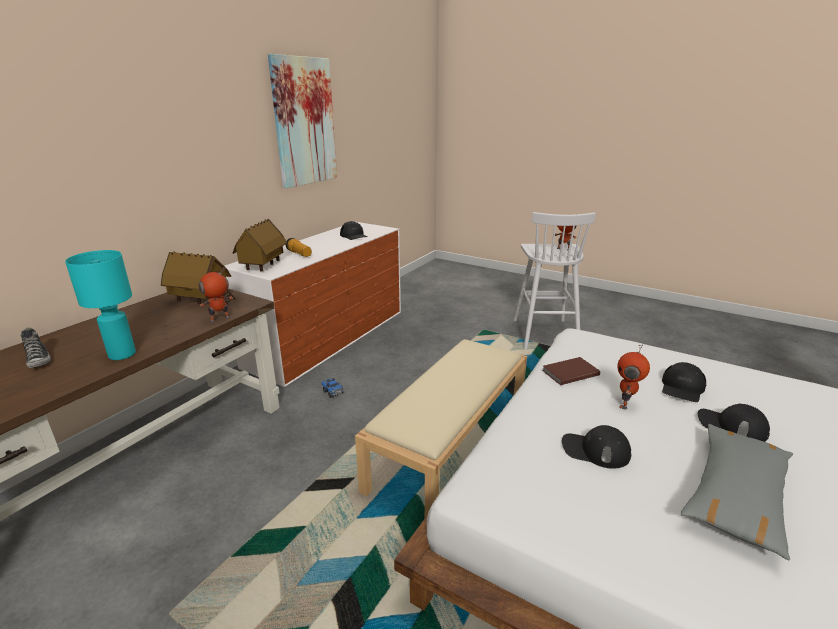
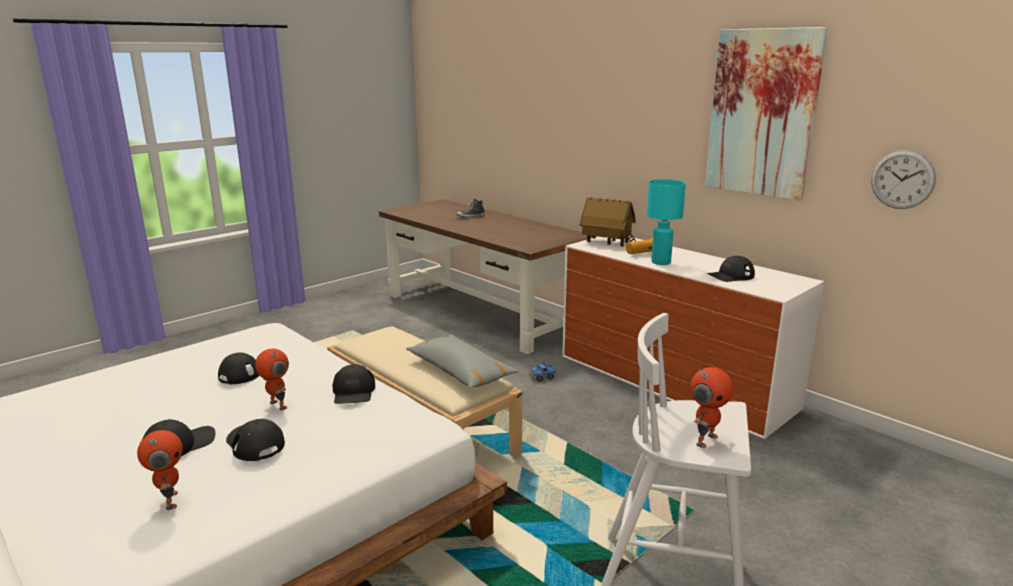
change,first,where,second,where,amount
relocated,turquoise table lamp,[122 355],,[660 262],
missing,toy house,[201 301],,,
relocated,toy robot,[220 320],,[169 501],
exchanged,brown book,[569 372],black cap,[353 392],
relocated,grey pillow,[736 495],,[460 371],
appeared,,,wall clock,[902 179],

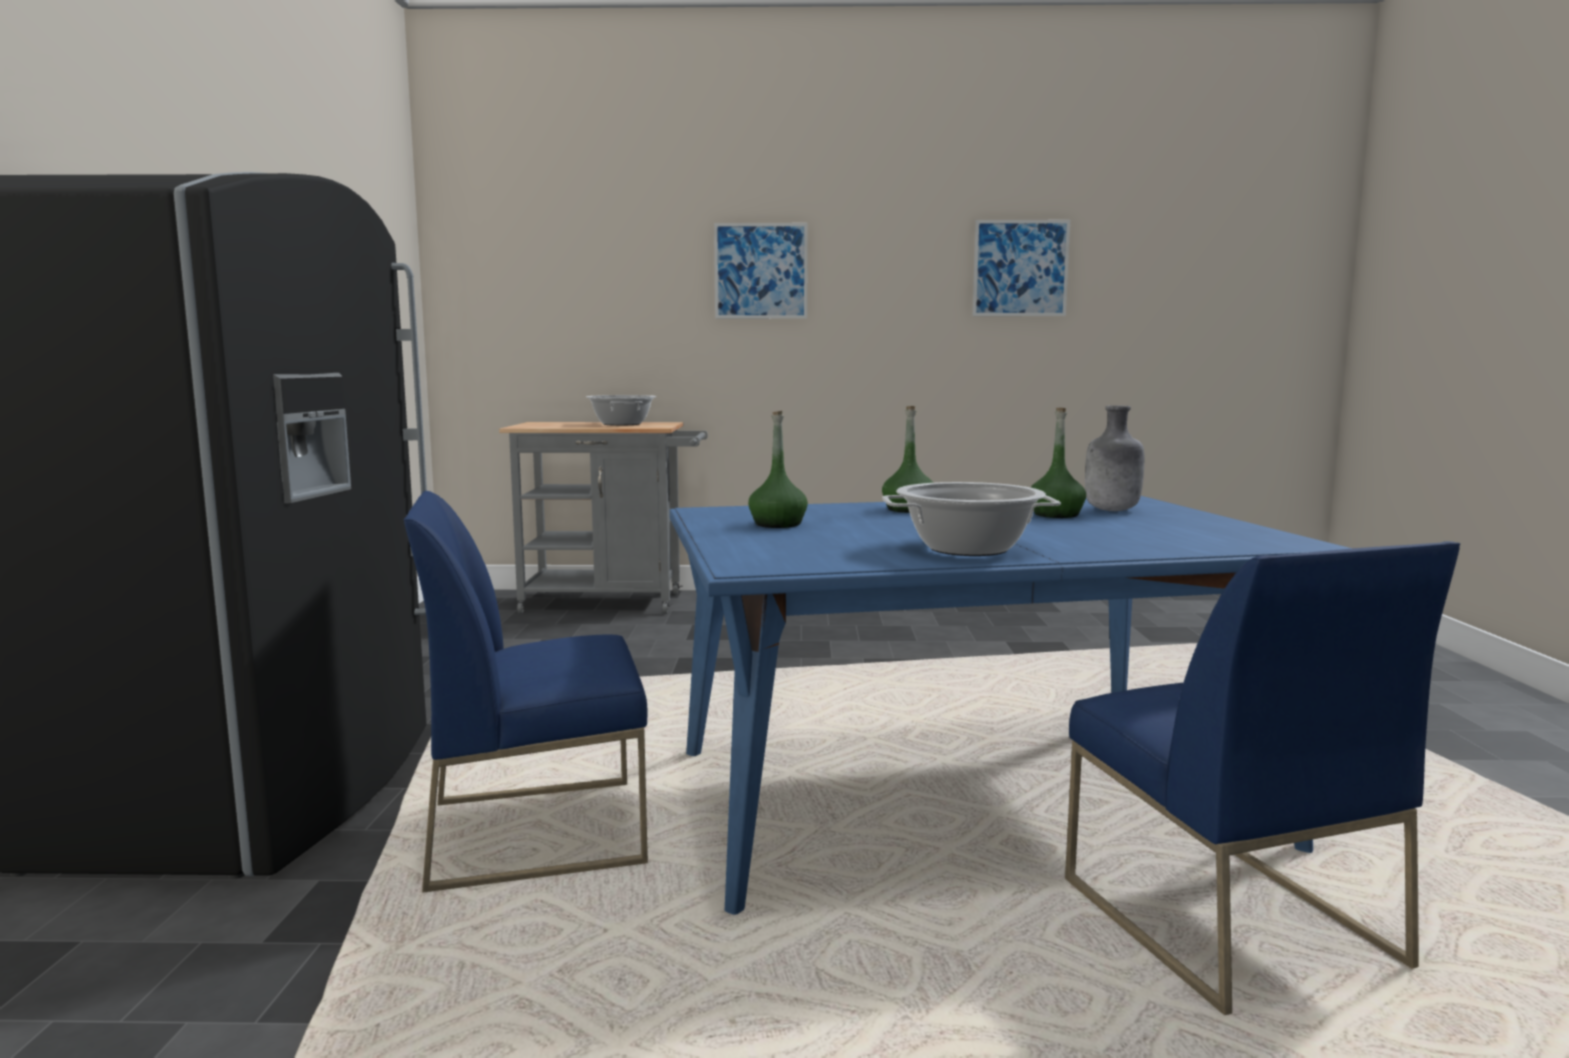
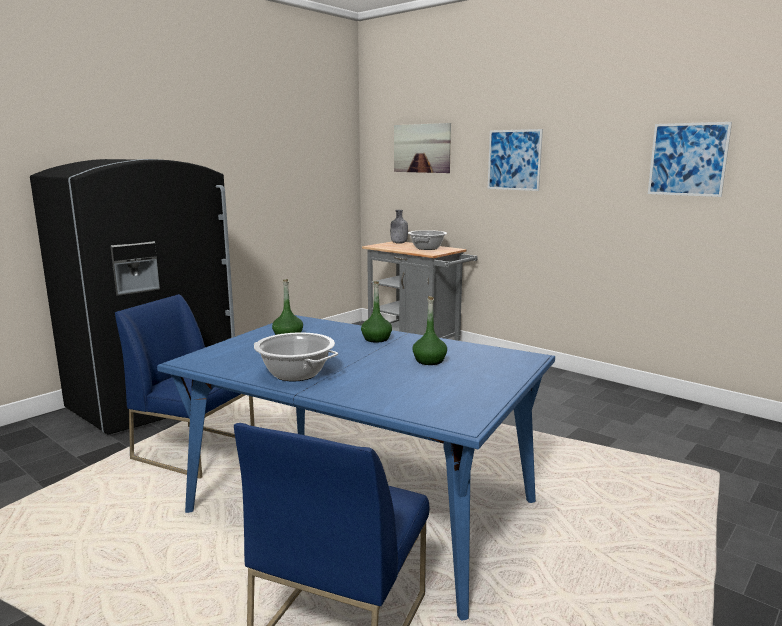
change,first,where,second,where,amount
relocated,grey bottle,[1112 510],,[398 243],
appeared,,,picture,[421 148],

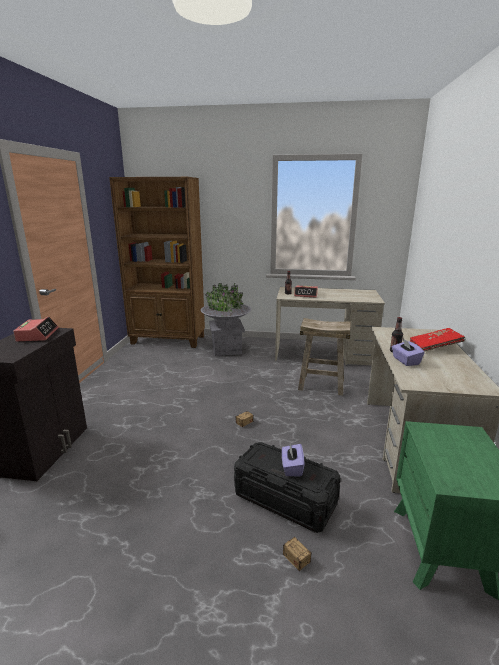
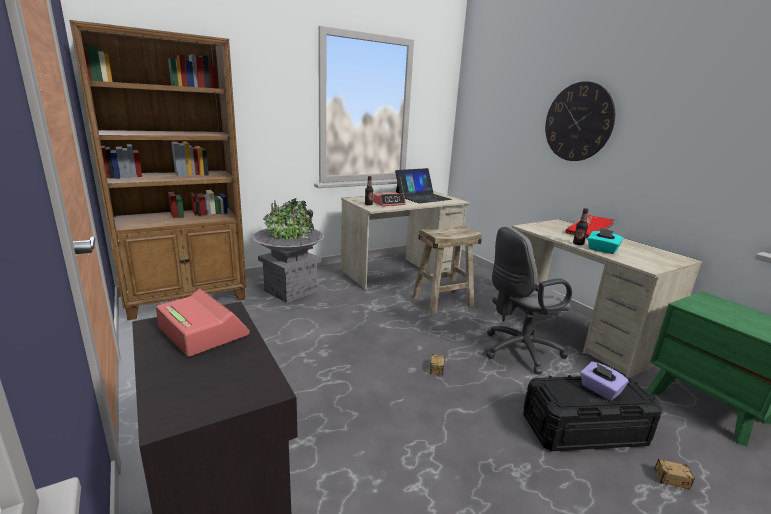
change,first,where,second,where,amount
colour,purple tissue box,[405 361],turquoise tissue box,[602 250],
appeared,,,laptop,[422 197],
appeared,,,grey office chair,[517 351],
appeared,,,wall clock,[578 122],

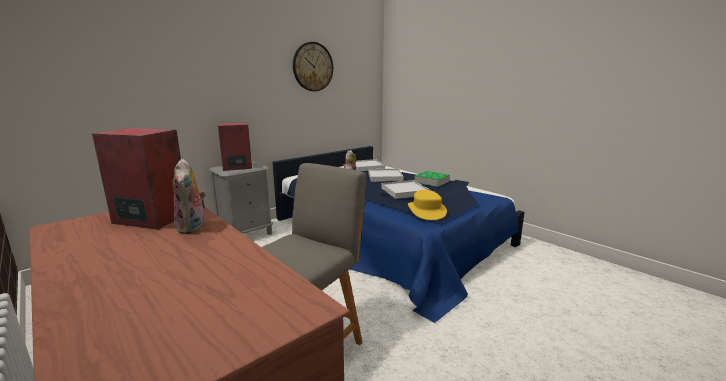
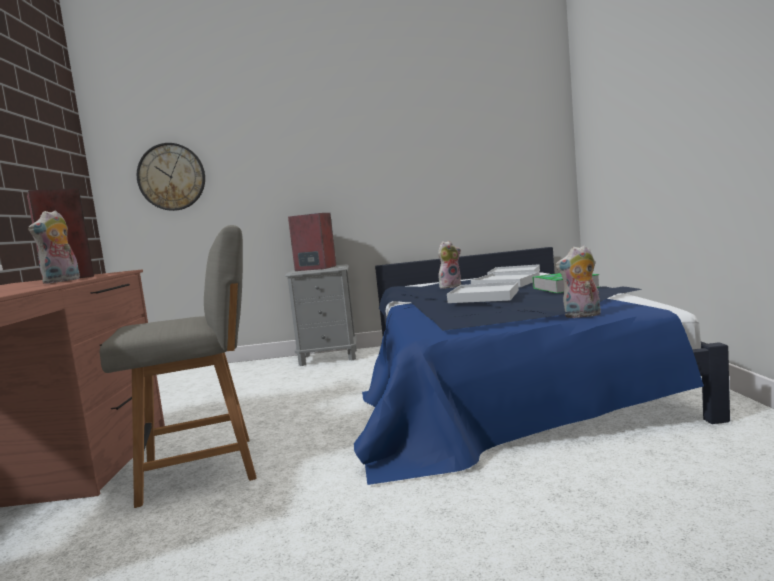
change,first,where,second,where,amount
relocated,wall clock,[313 67],,[171 177],
missing,yellow hat,[426 211],,,
appeared,,,plush toy,[582 316],

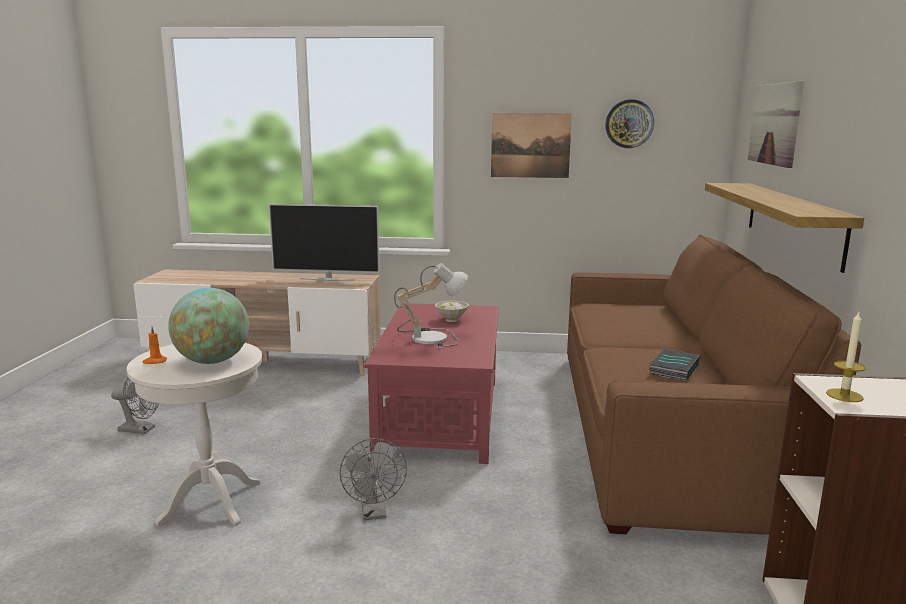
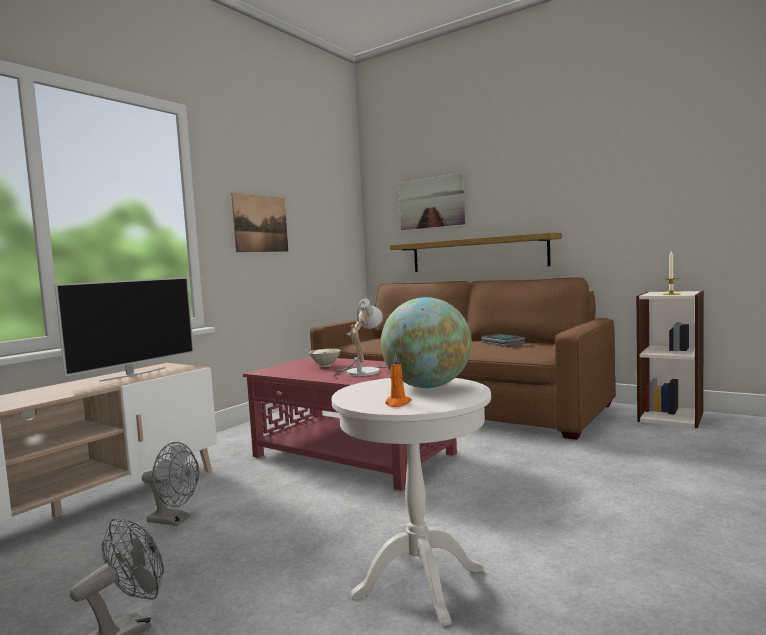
change,first,where,second,where,amount
relocated,grey fan,[374 513],,[174 520],
missing,wall clock,[629 123],,,

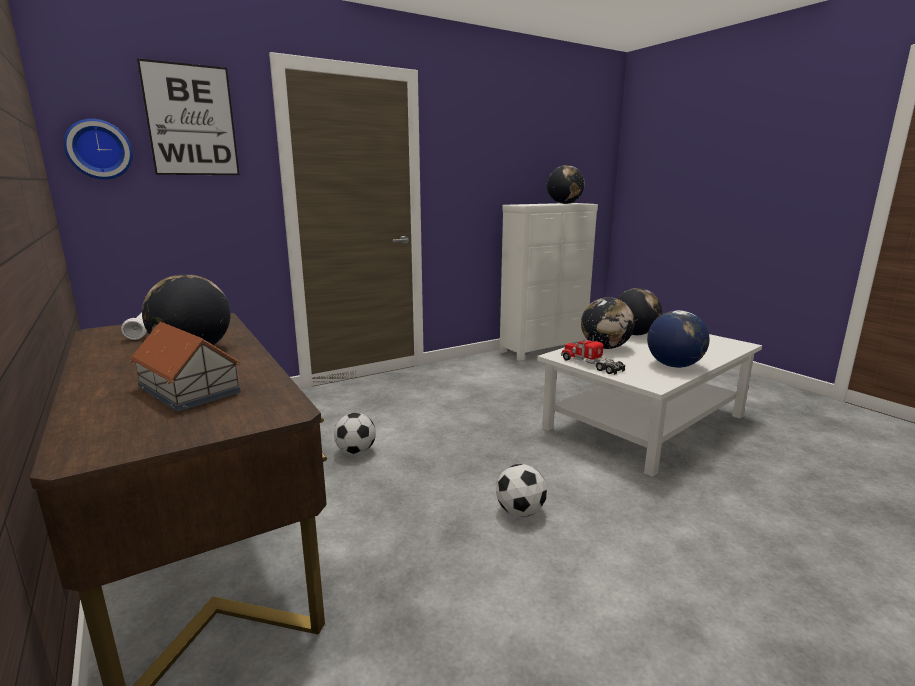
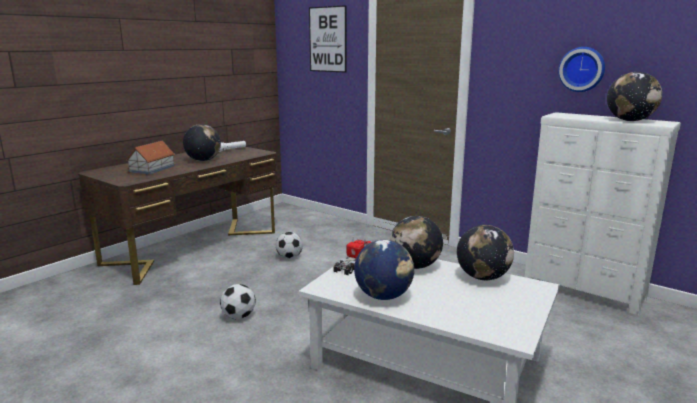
change,first,where,second,where,amount
relocated,wall clock,[99 149],,[582 69],

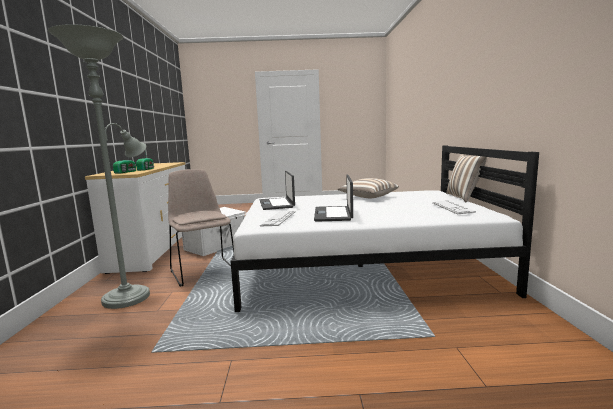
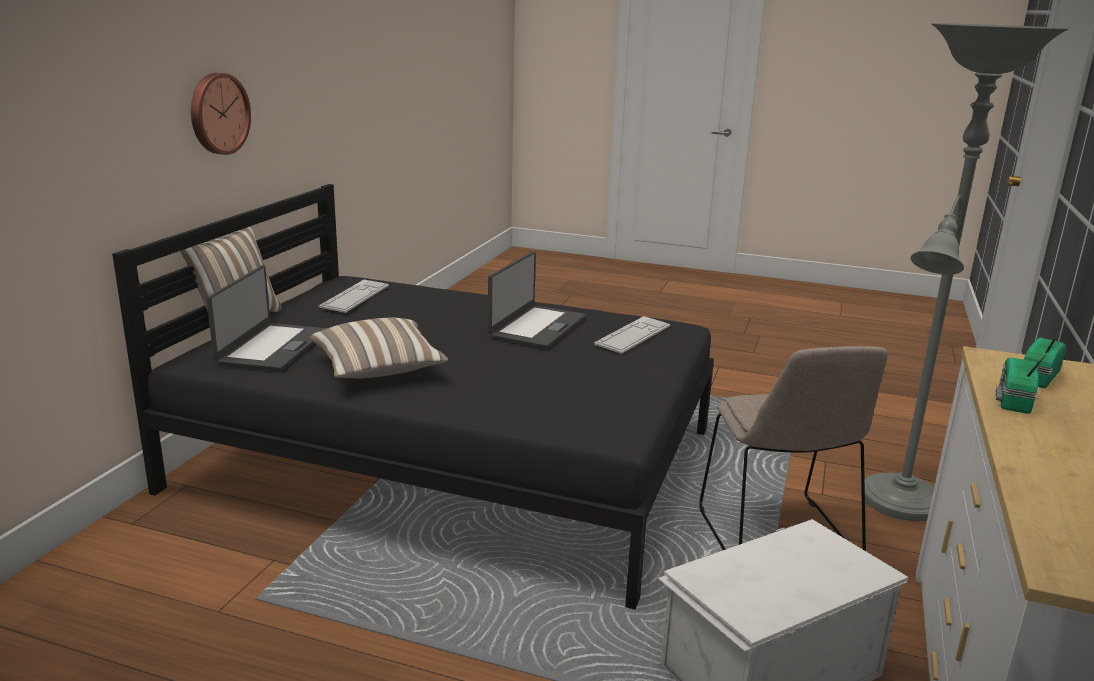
change,first,where,second,where,amount
colour,white bed,[362 267],black bed,[452 459],
relocated,laptop,[277 204],,[271 347],
appeared,,,wall clock,[217 113],

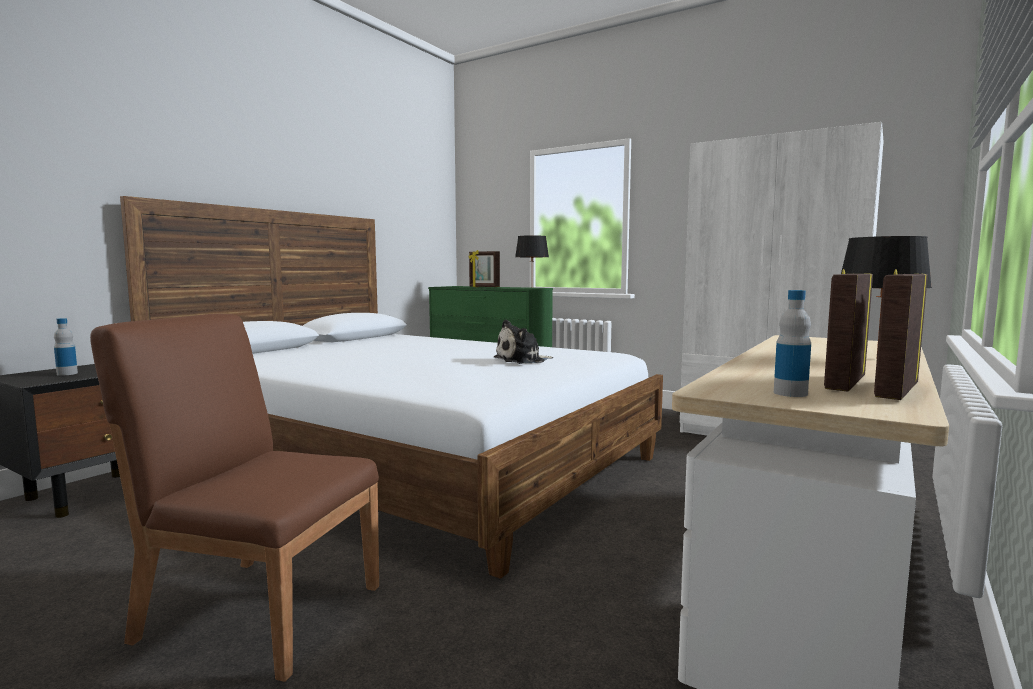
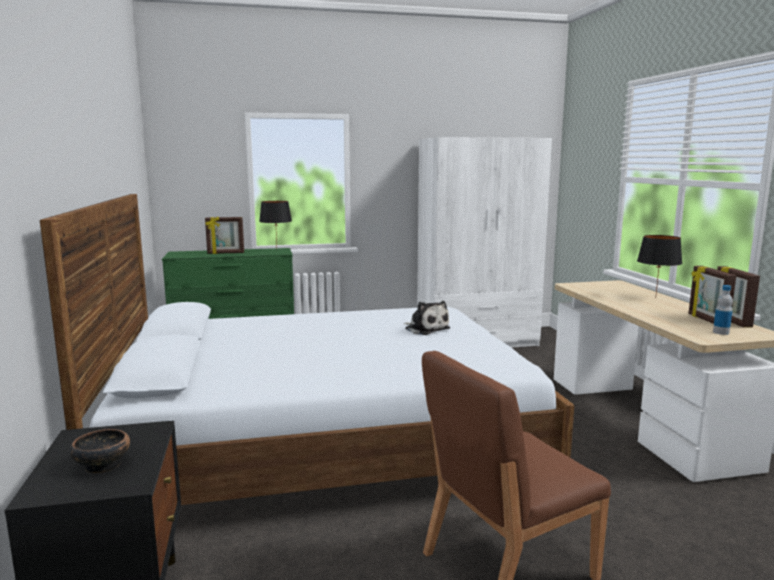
change,first,where,second,where,amount
exchanged,bottle,[67 374],bowl,[102 465],
spun,plush toy,[522 360],,[426 329],60 degrees counterclockwise

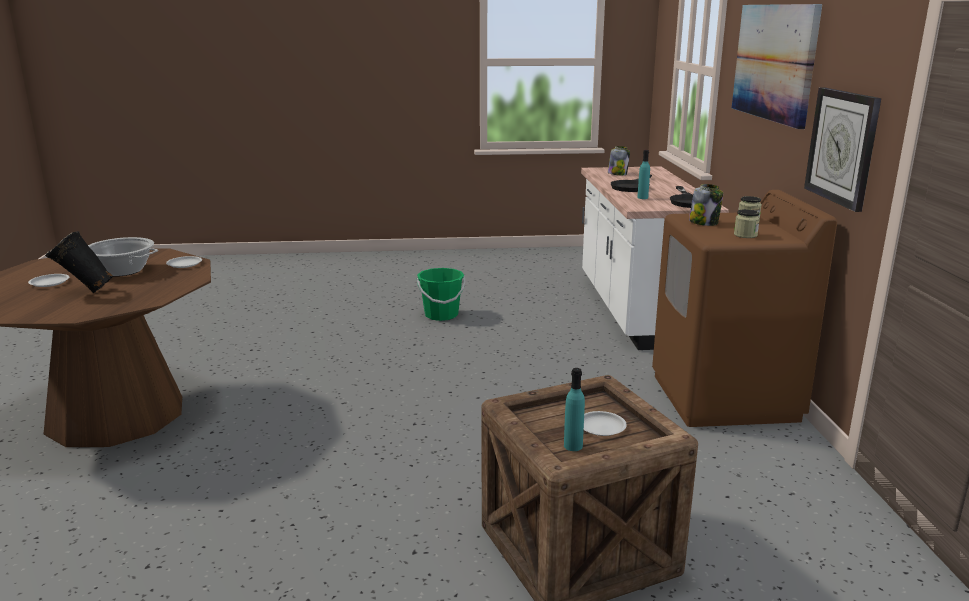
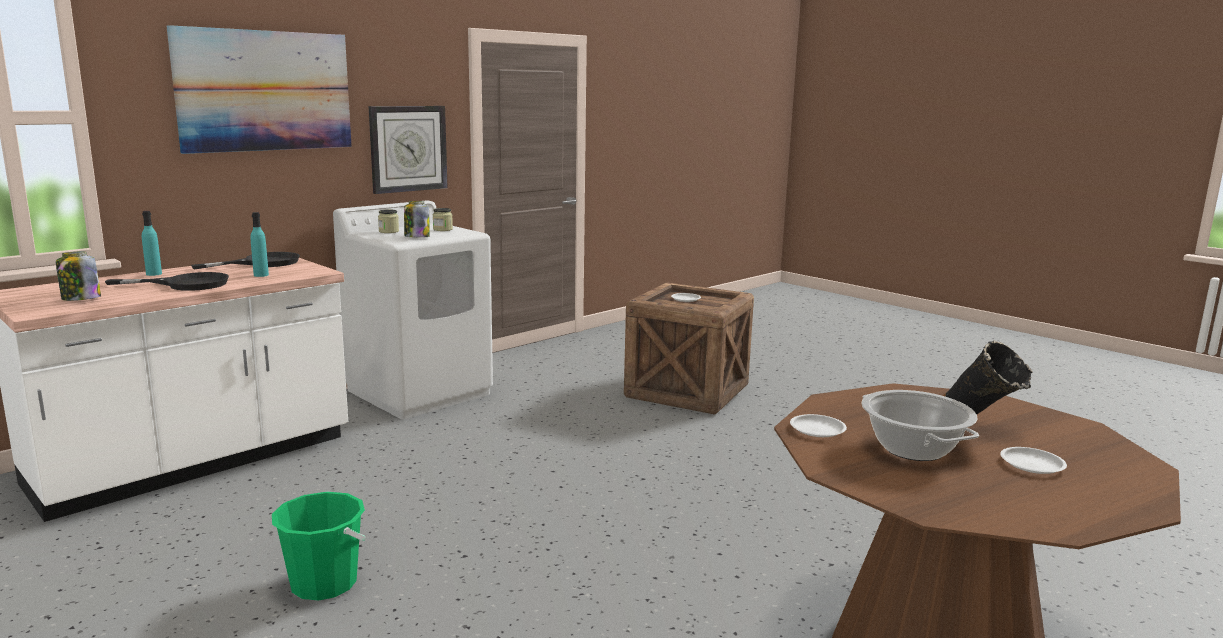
change,first,where,second,where,amount
relocated,turquoise bottle,[573 446],,[154 274],
colour,brown washing machine,[724 397],white washing machine,[419 392],

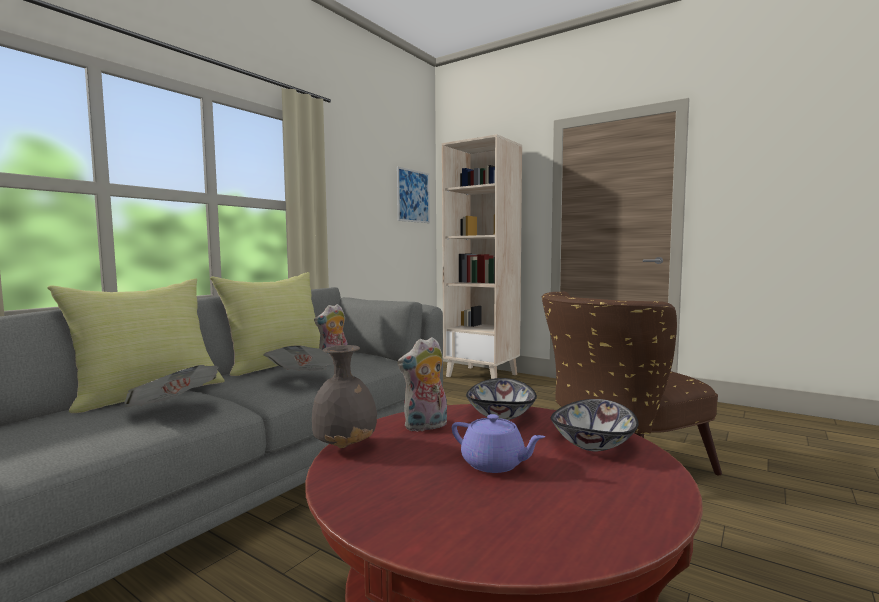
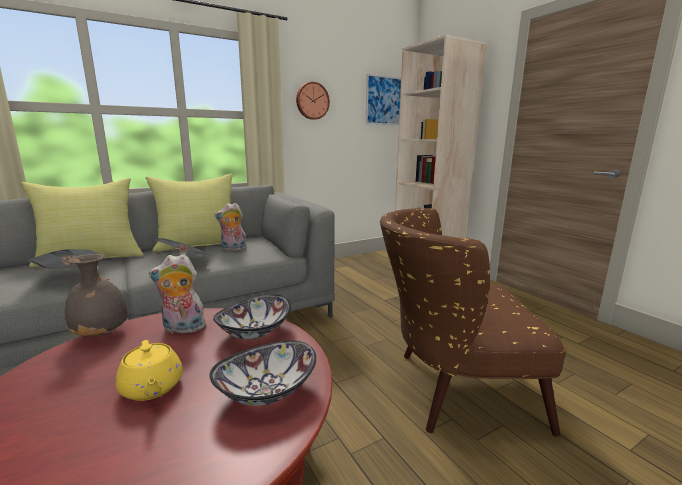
change,first,where,second,where,amount
colour,purple teapot,[494 464],yellow teapot,[152 388],
appeared,,,wall clock,[312 101],

